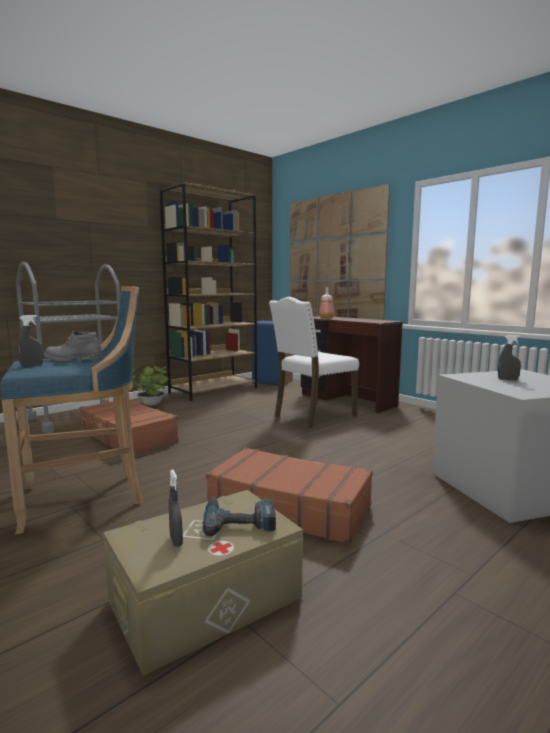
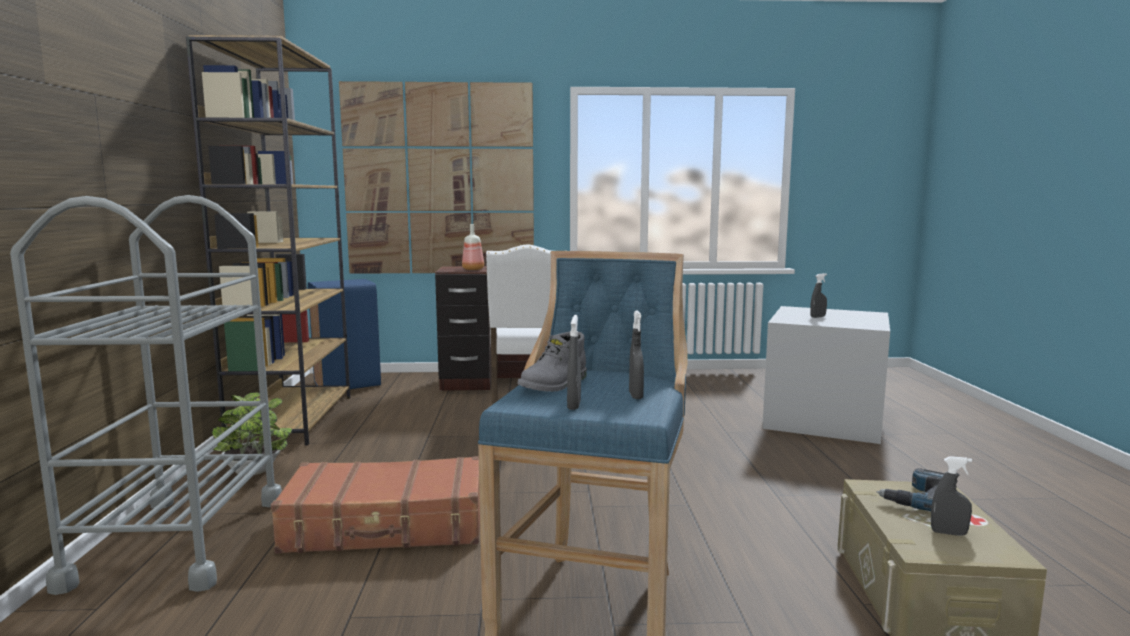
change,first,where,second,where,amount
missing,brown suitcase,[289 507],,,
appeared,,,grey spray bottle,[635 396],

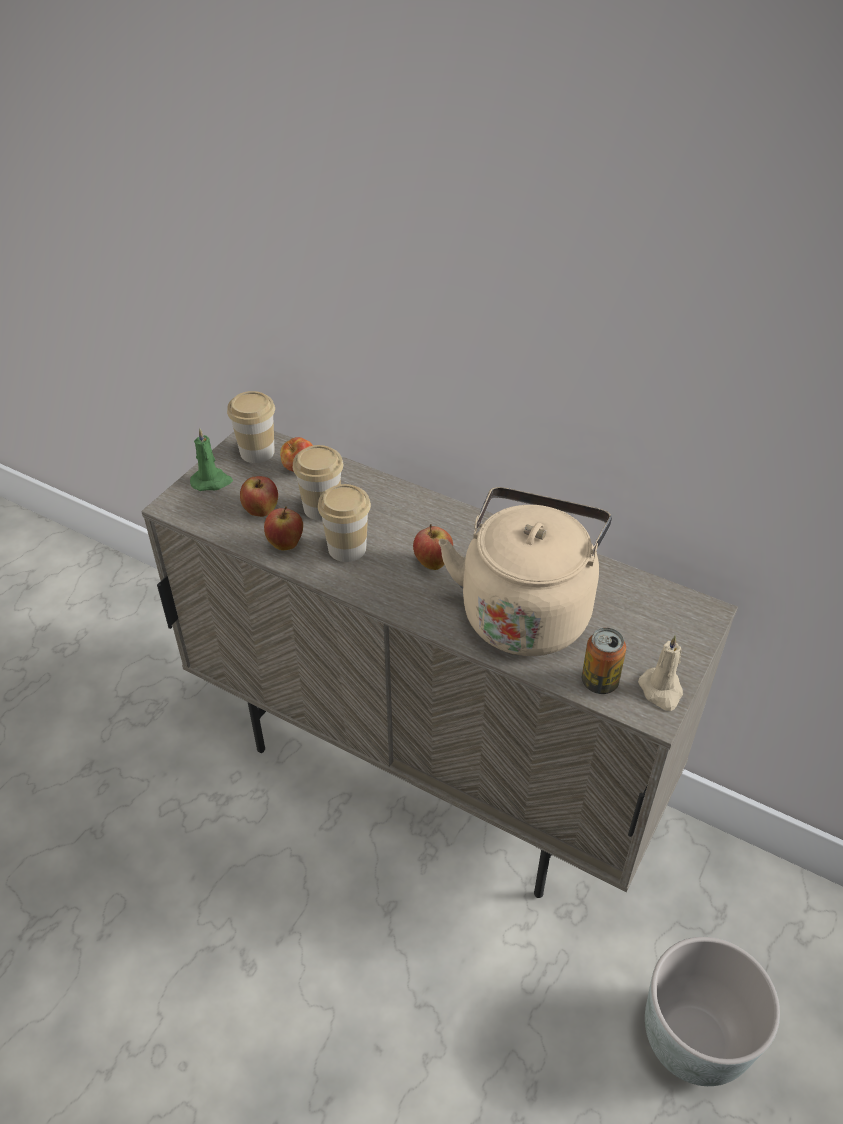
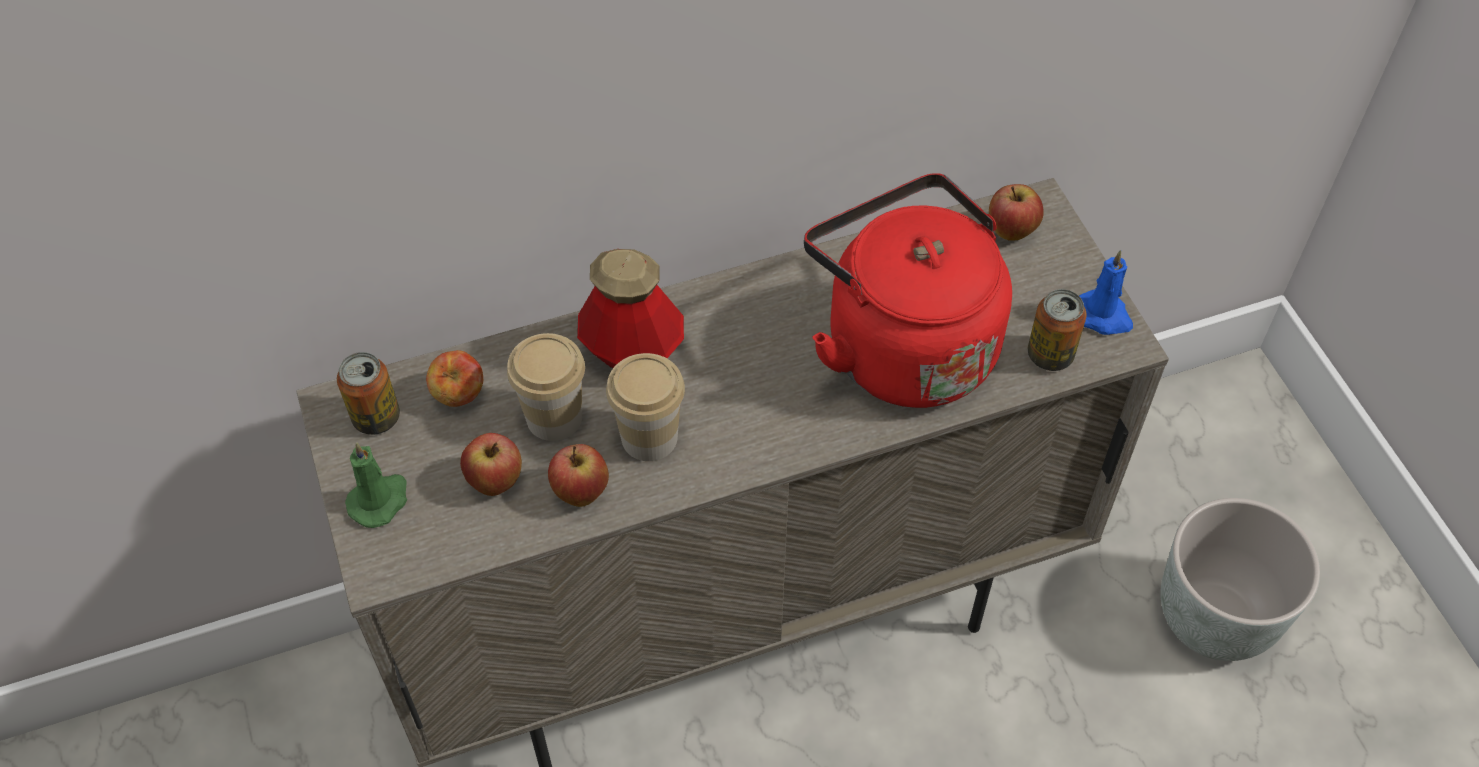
change,first,where,second,where,amount
exchanged,cup,[257 452],can,[376 417],
relocated,apple,[432 563],,[1011 232],
colour,beige kettle,[526 610],red kettle,[902 344],
colour,beige candle,[661 691],blue candle,[1103 316],
appeared,,,bottle,[633 351],

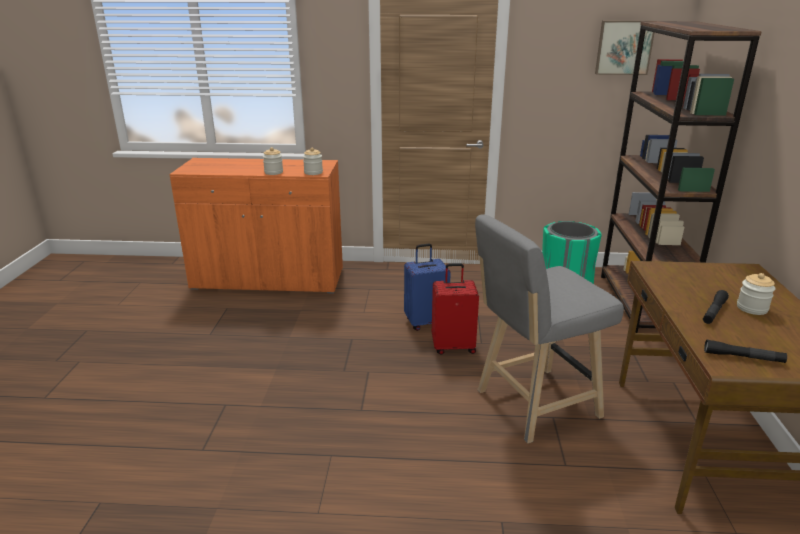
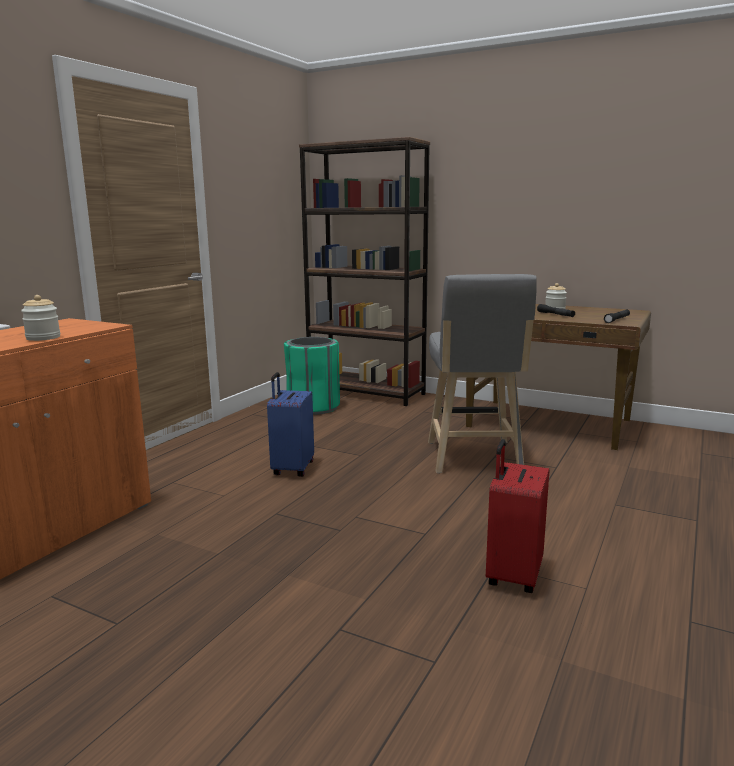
change,first,where,second,where,amount
missing,jar,[313 172],,,
relocated,red suitcase,[453 346],,[512 575],
missing,picture,[624 47],,,

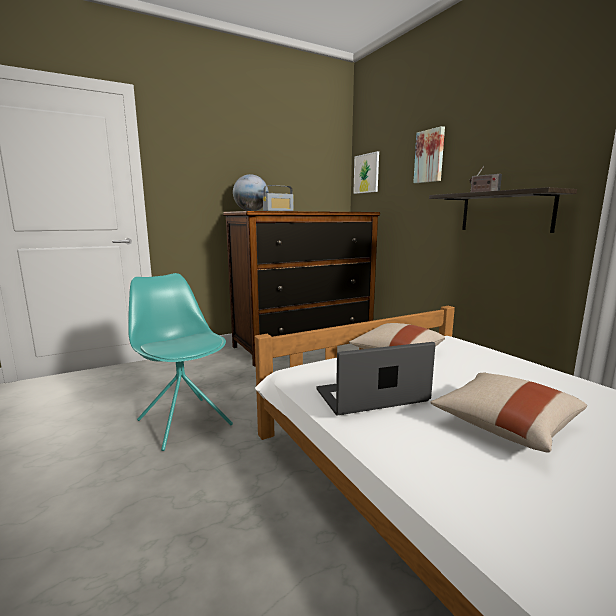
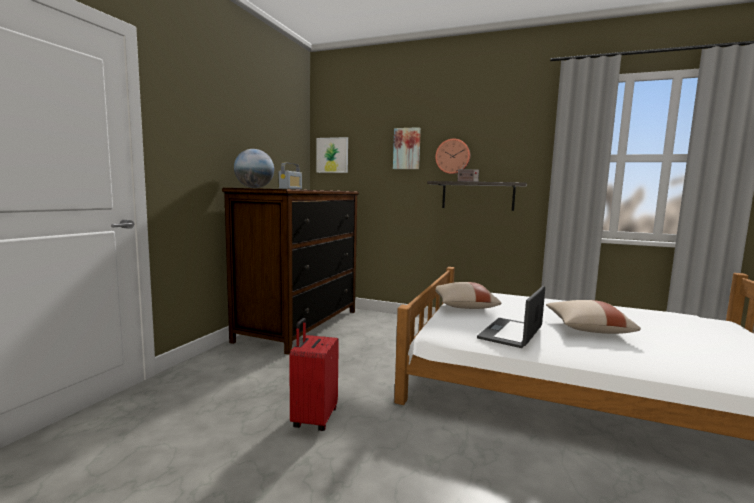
change,first,where,second,where,amount
exchanged,turquoise chair,[184 421],red suitcase,[313 419],
appeared,,,wall clock,[453 156],

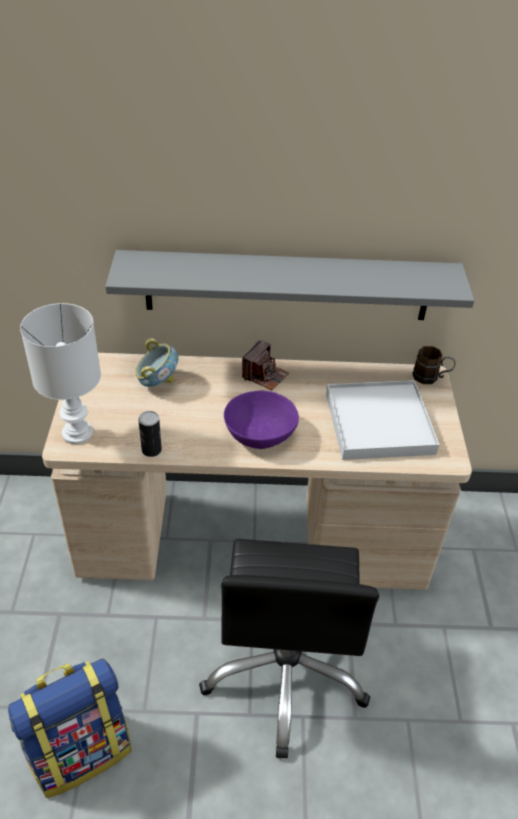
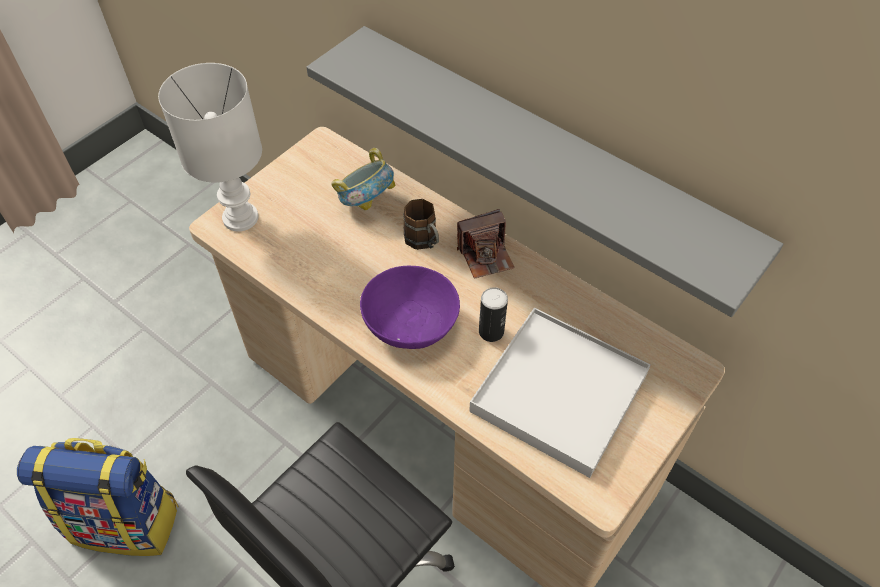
change,first,where,second,where,amount
relocated,can,[151 450],,[491 331],
relocated,brown mug,[431 377],,[424 242],

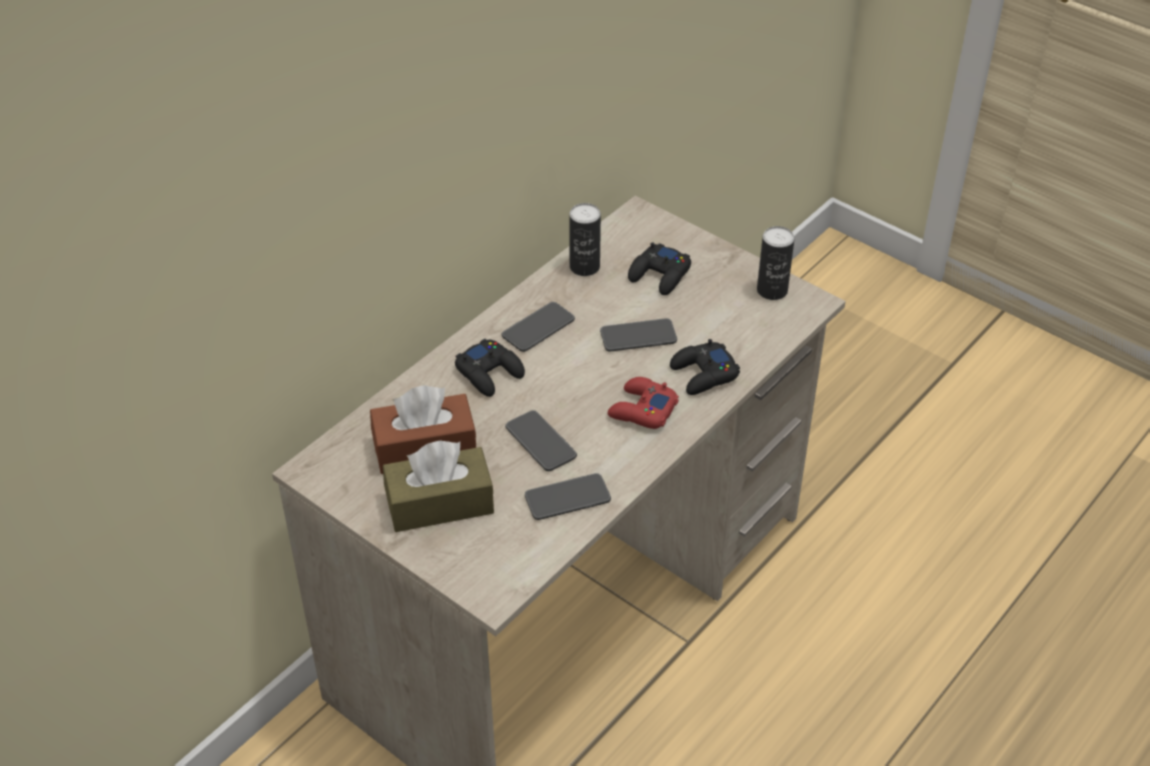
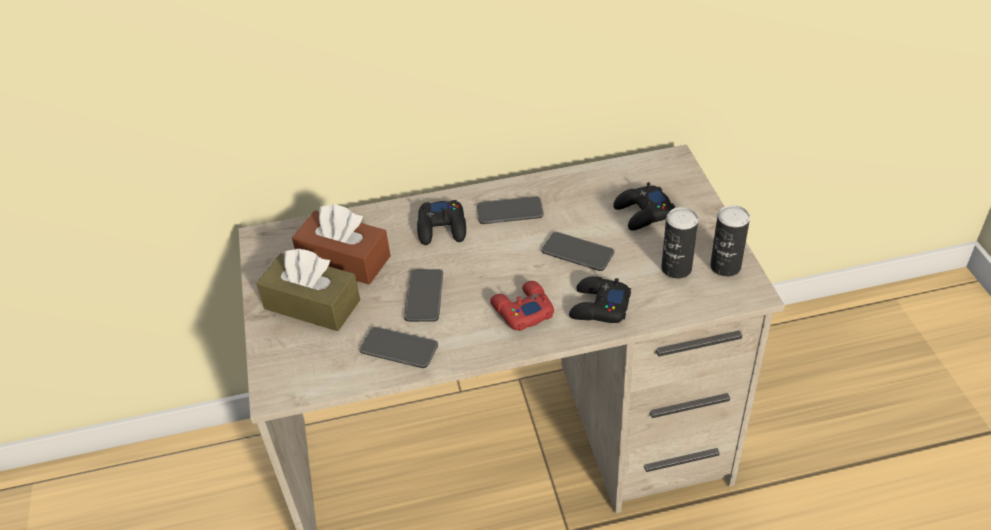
change,first,where,second,where,amount
relocated,can,[584 267],,[676 268],

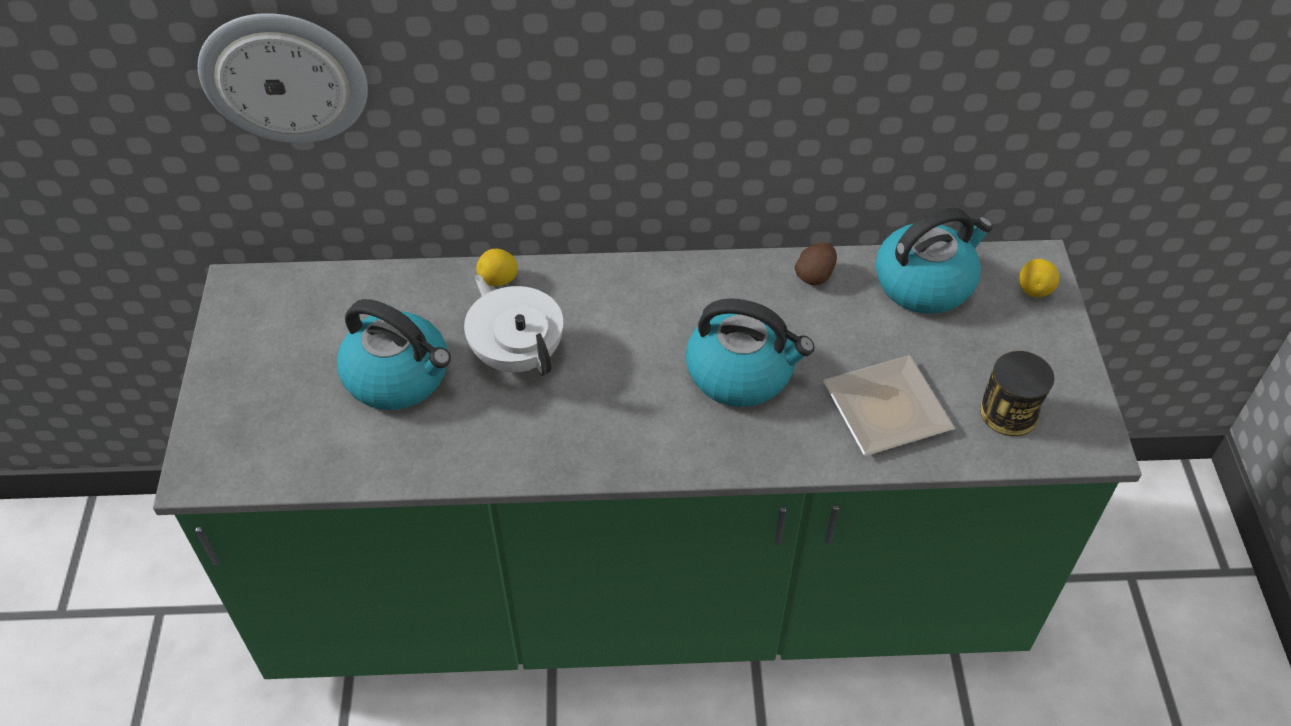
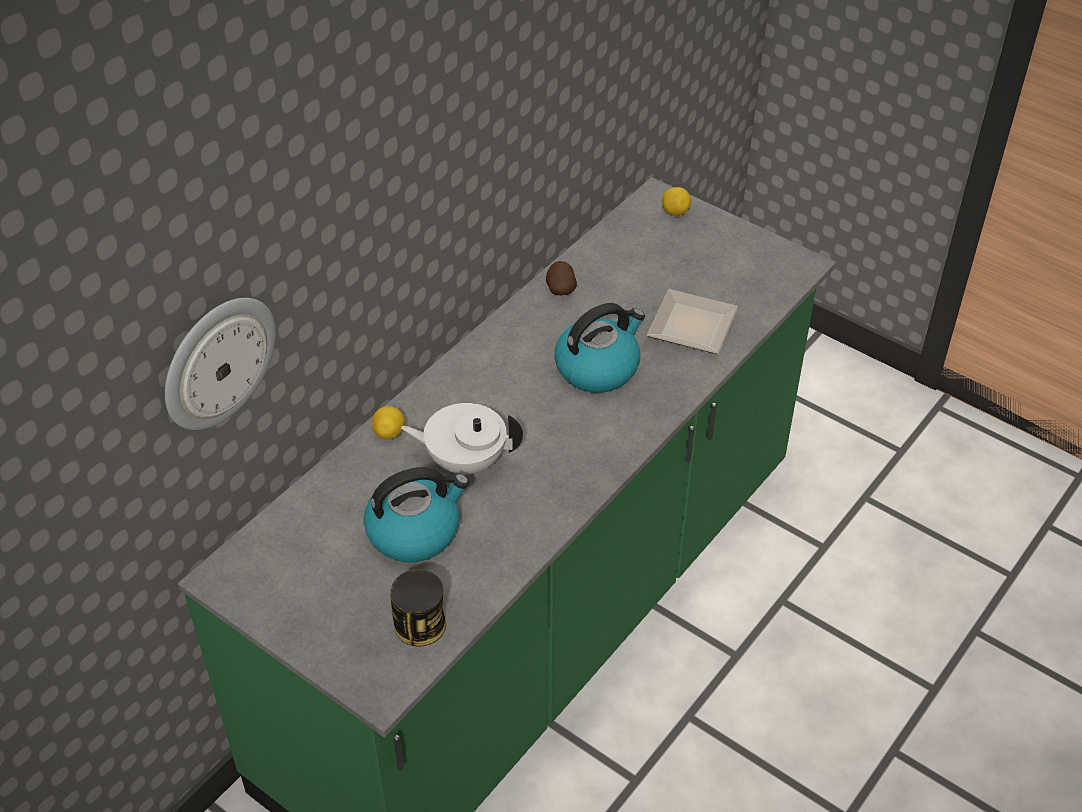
change,first,where,second,where,amount
missing,kettle,[925 282],,,
relocated,can,[1009 412],,[420 624],

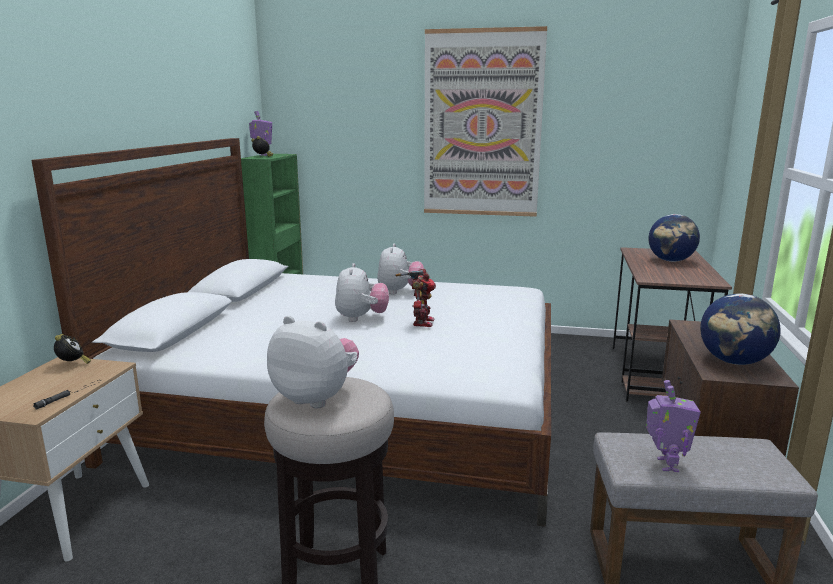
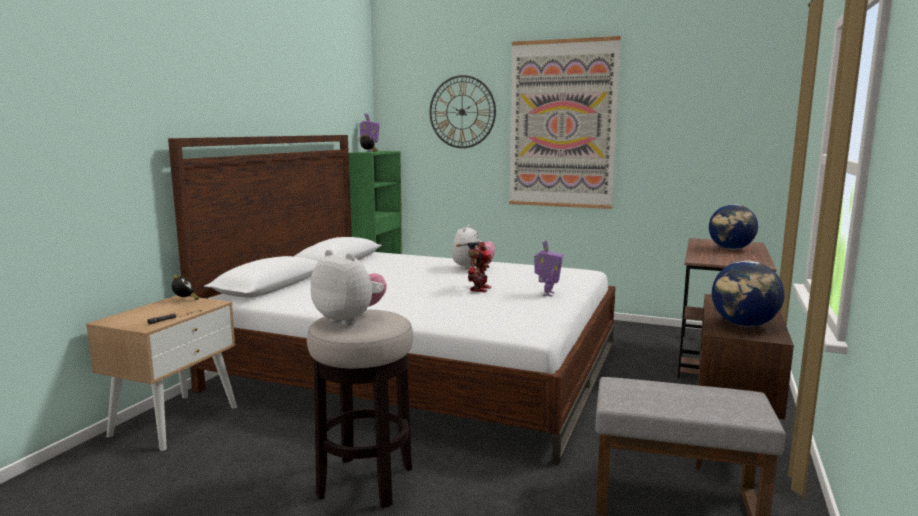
change,first,where,second,where,amount
missing,plush toy,[361 318],,,
relocated,toy robot,[665 464],,[547 294],
appeared,,,wall clock,[462 112],

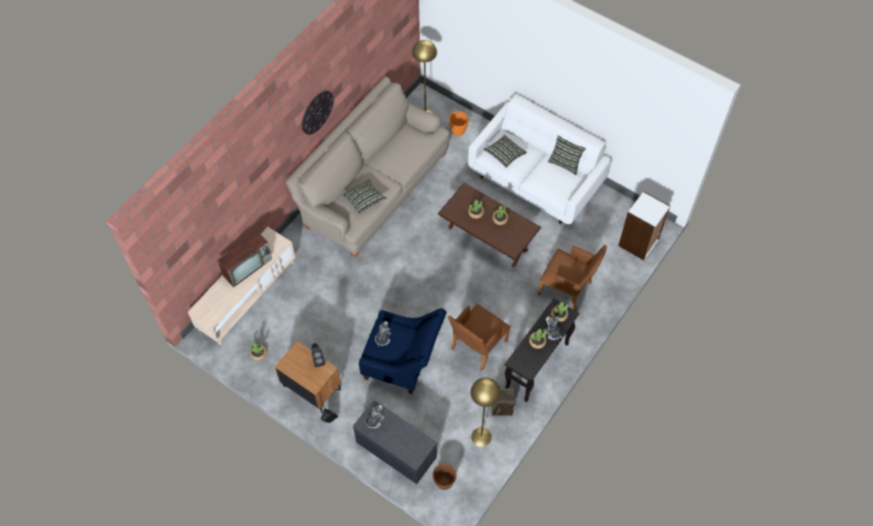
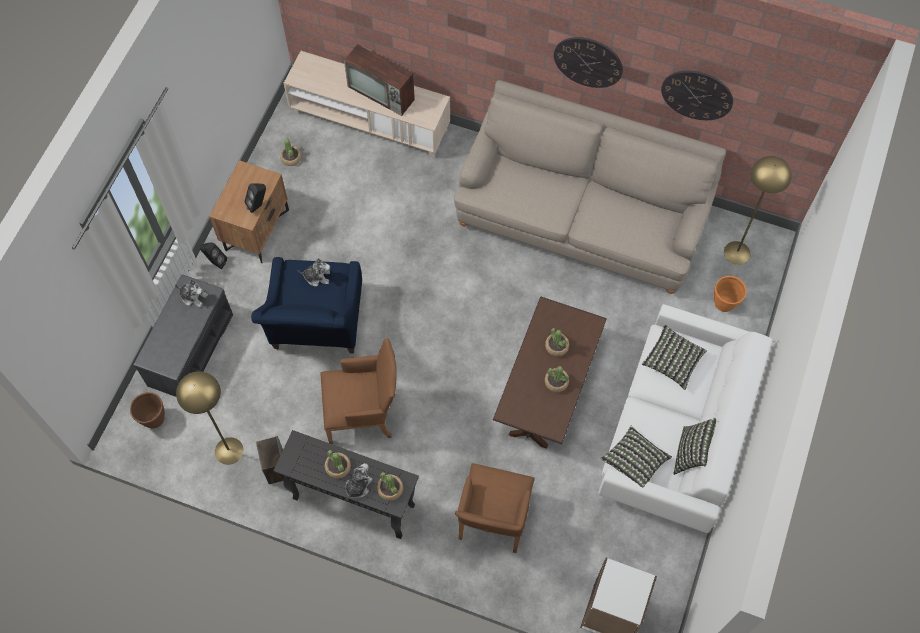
change,first,where,second,where,amount
relocated,pillow,[364 200],,[635 461],
spun,brown armchair,[476 347],,[364 414],150 degrees clockwise
appeared,,,wall clock,[697 95],

